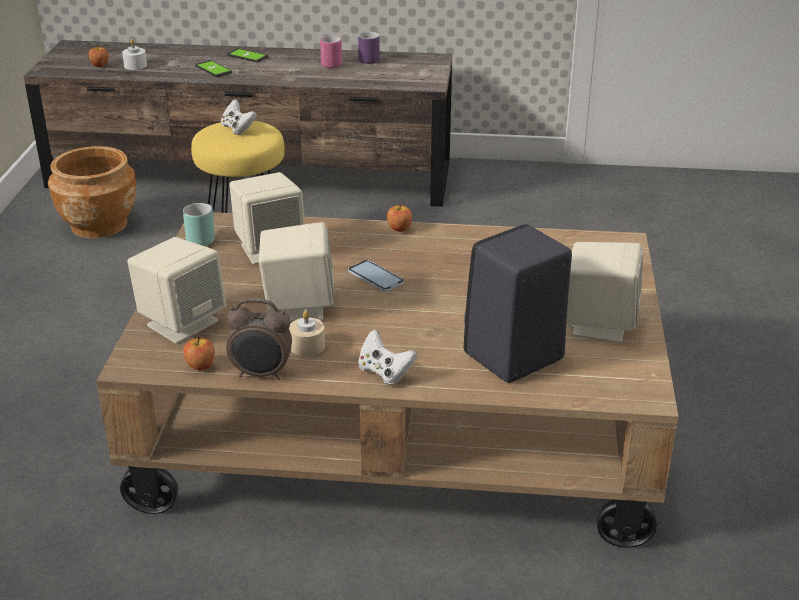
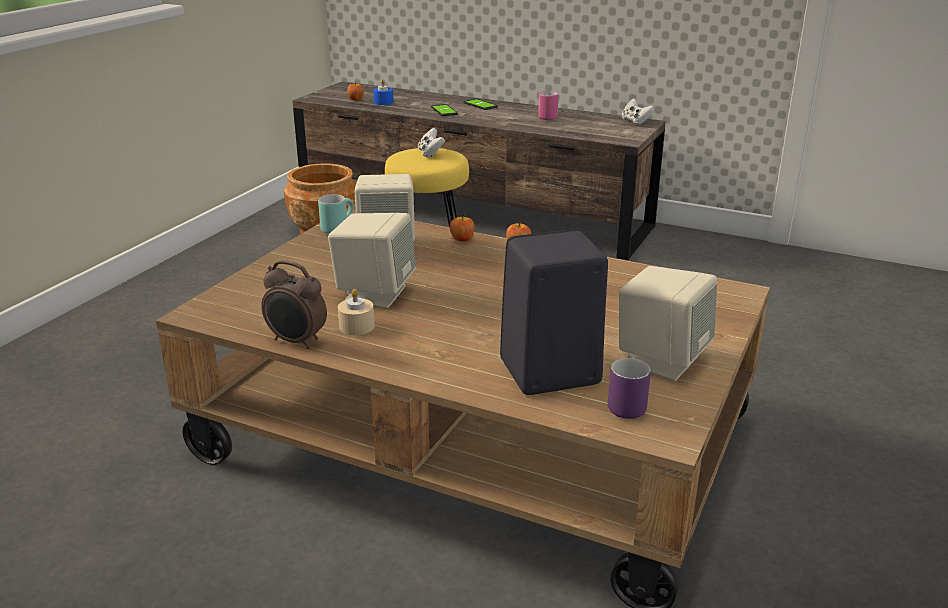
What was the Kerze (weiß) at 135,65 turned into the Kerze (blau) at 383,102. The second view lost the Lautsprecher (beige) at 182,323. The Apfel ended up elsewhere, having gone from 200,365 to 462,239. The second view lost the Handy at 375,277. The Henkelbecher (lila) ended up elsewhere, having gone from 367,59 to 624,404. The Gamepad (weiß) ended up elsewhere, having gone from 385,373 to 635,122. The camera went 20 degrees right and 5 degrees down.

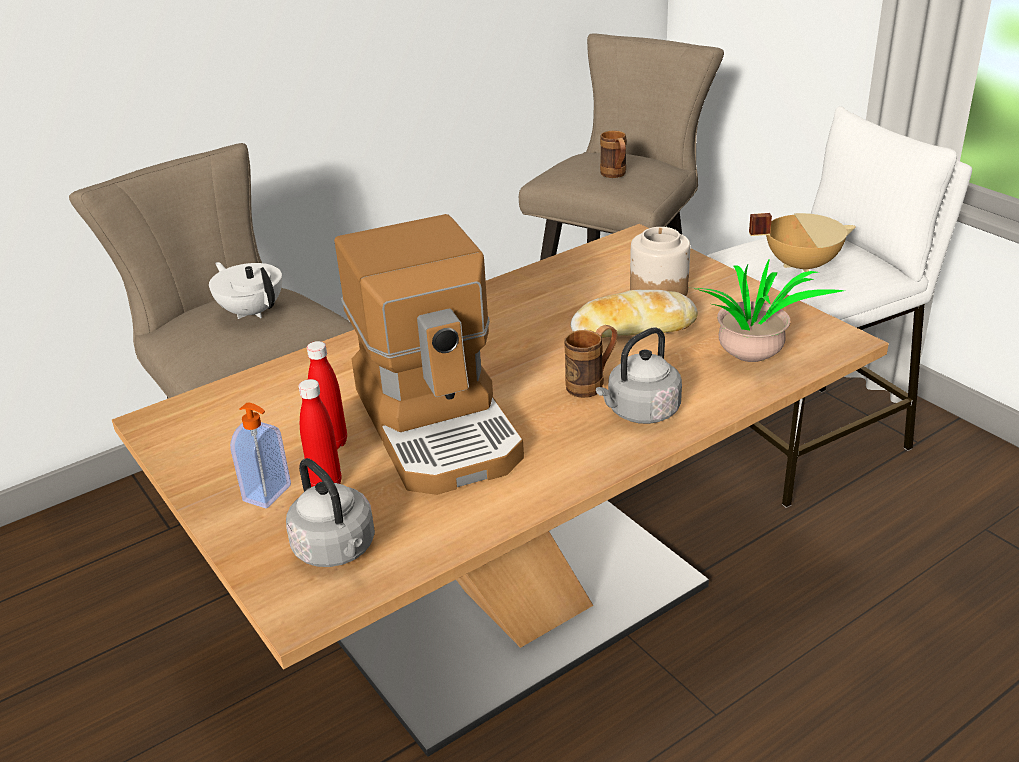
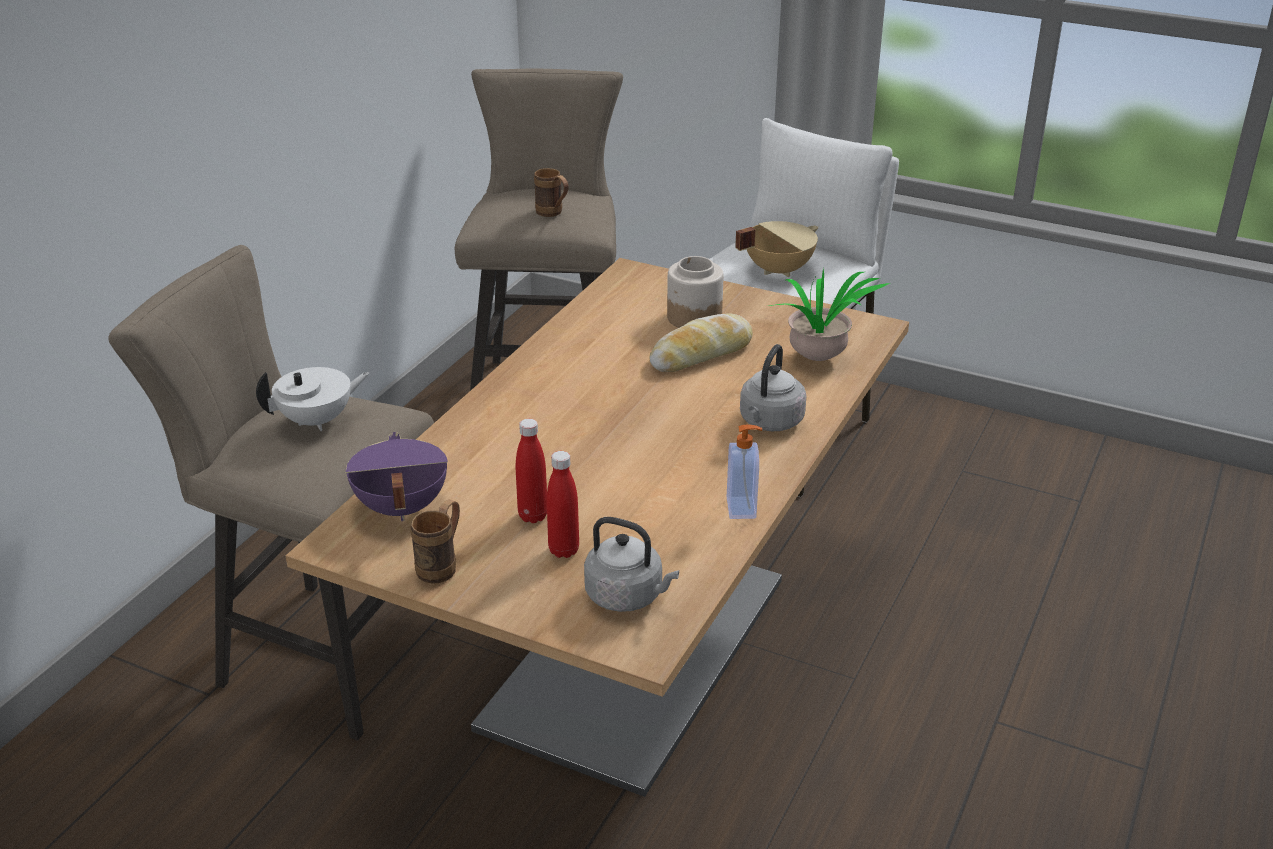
The Teekanne (weiß) at 252,311 ended up facing another way, 135 degrees clockwise from before. The Seifenspender ended up elsewhere, having gone from 268,494 to 742,508. The second view lost the Kaffeemaschine at 440,424. The Henkelbecher (braun) ended up elsewhere, having gone from 592,384 to 442,565. The second view gained the Kochtopf (lila) at 399,508. The camera went 30 degrees left and 0 degrees up.

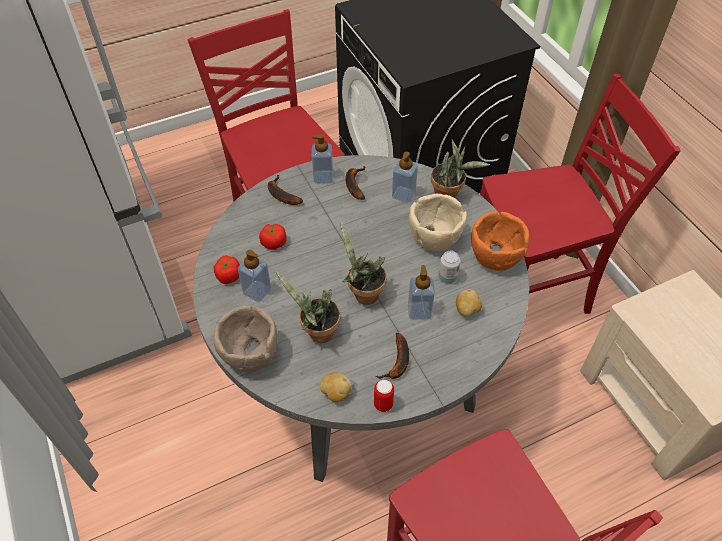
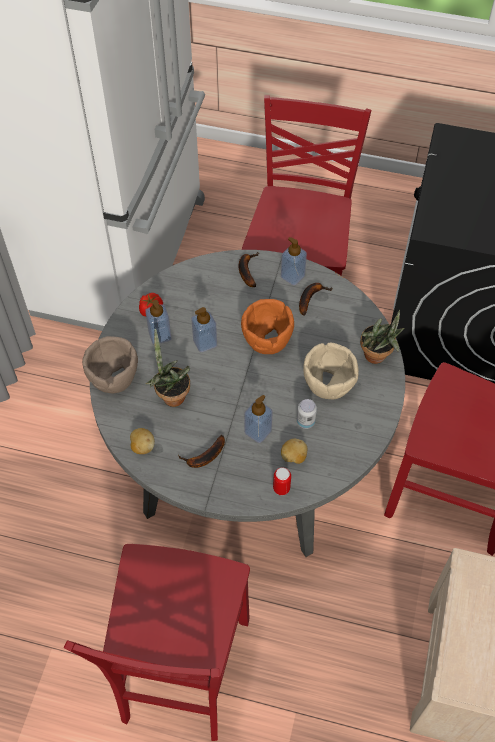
The second view lost the Tomate at 273,243. The second view lost the Topfpflanze at 363,294. The Dose ended up elsewhere, having gone from 383,404 to 281,488. The Seifenspender ended up elsewhere, having gone from 403,194 to 205,343. The Schüssel (orange) ended up elsewhere, having gone from 494,256 to 267,339. The camera went 40 degrees right and 5 degrees up.

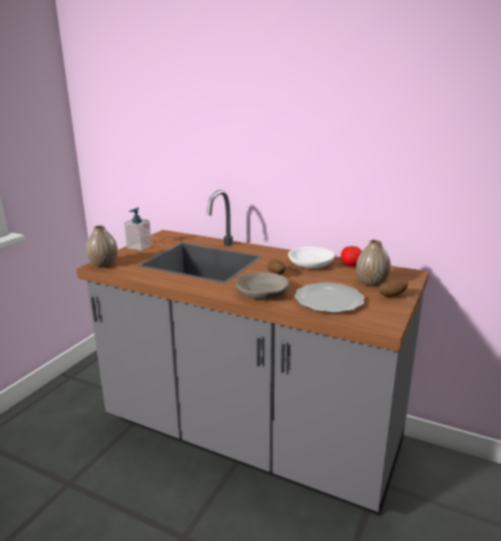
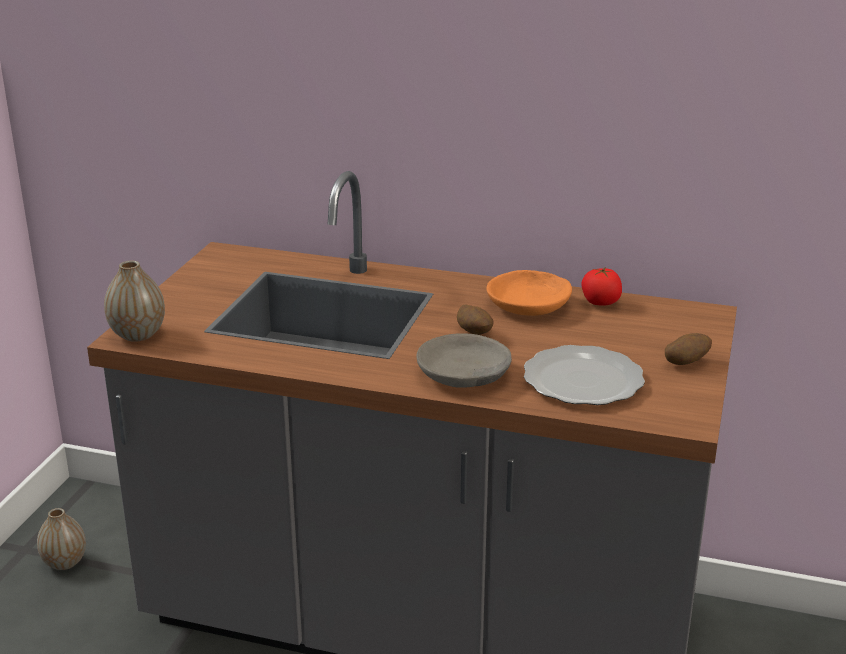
The second view lost the Seifenspender at 139,247. What was the Schüssel (weiß) at 311,264 turned into the Schüssel (orange) at 530,305. The Vase ended up elsewhere, having gone from 371,283 to 65,562. The camera went 10 degrees left and 5 degrees up.

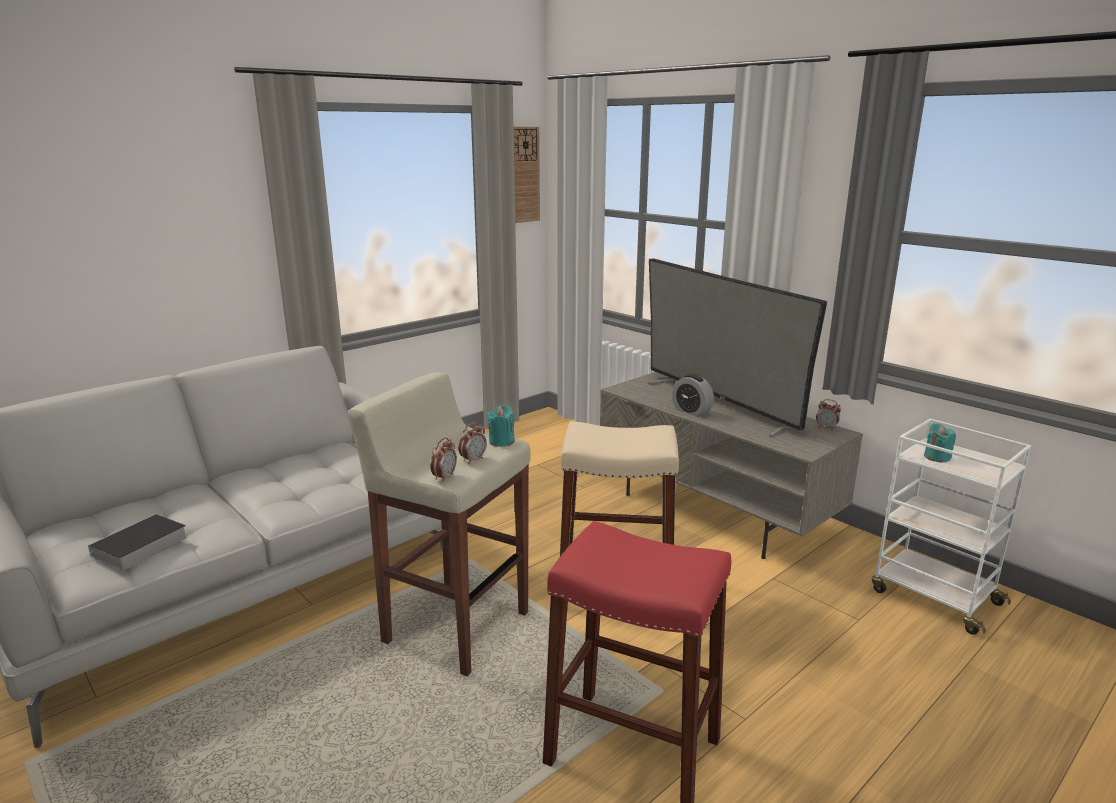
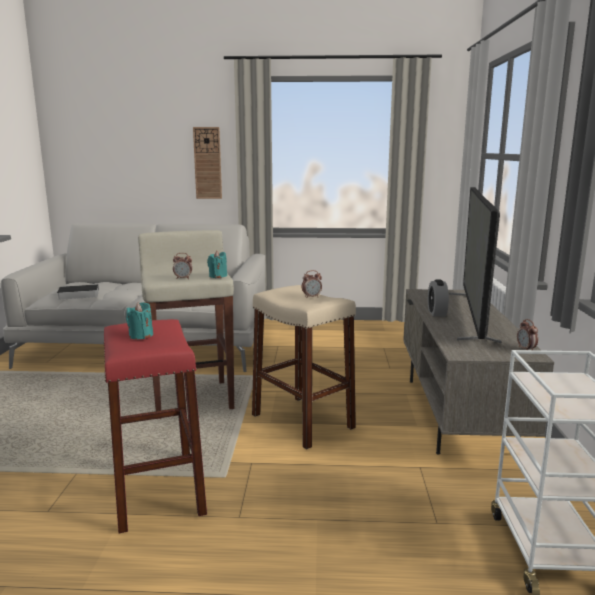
The Wecker ended up elsewhere, having gone from 444,477 to 311,297. The Wanduhr ended up elsewhere, having gone from 525,175 to 207,163. The Kerze (türkis) ended up elsewhere, having gone from 937,457 to 141,335. The camera went 45 degrees right and 5 degrees down.

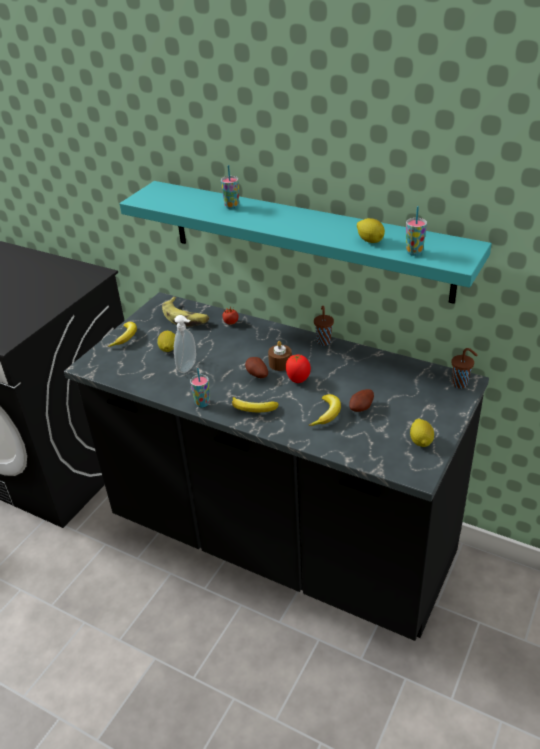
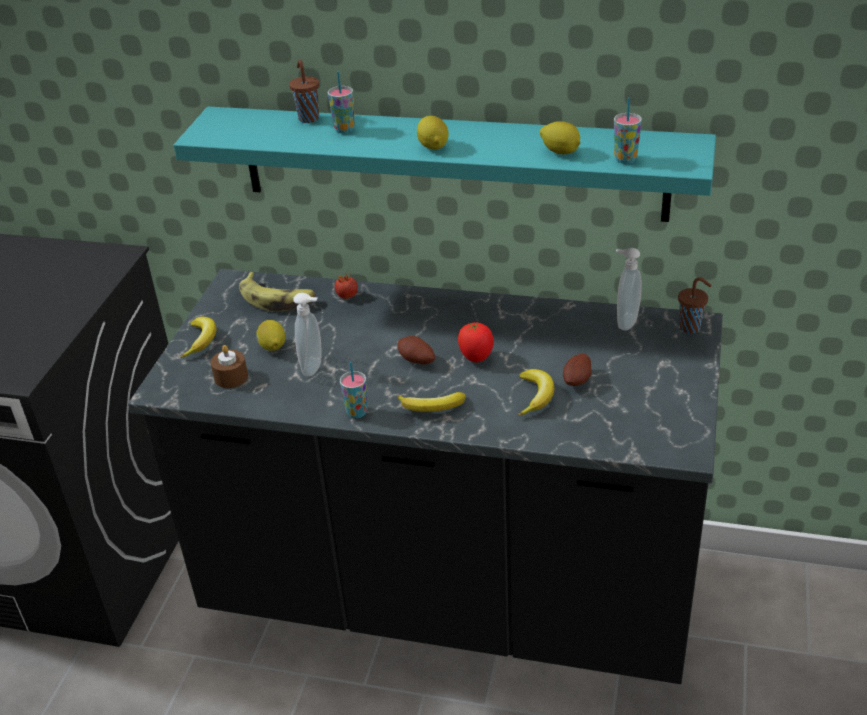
The Kerze (braun) ended up elsewhere, having gone from 280,363 to 231,377. The Tasse (braun) ended up elsewhere, having gone from 323,341 to 308,118. The Zitrone ended up elsewhere, having gone from 421,441 to 433,146. The second view gained the Seifenspender at 625,322. The camera went 15 degrees left and 0 degrees up.

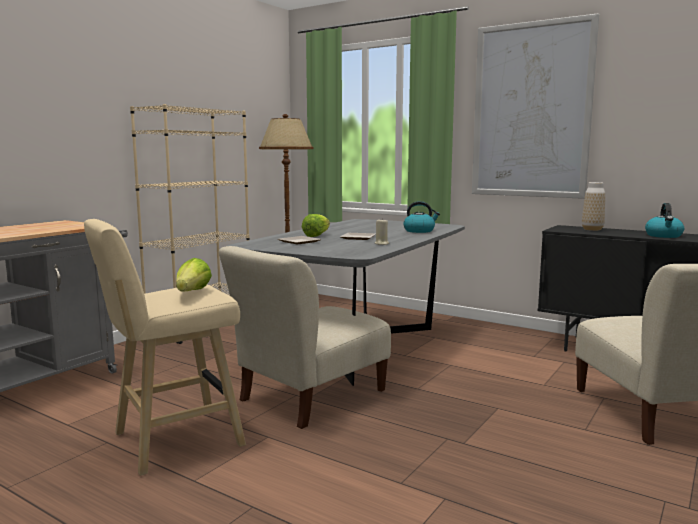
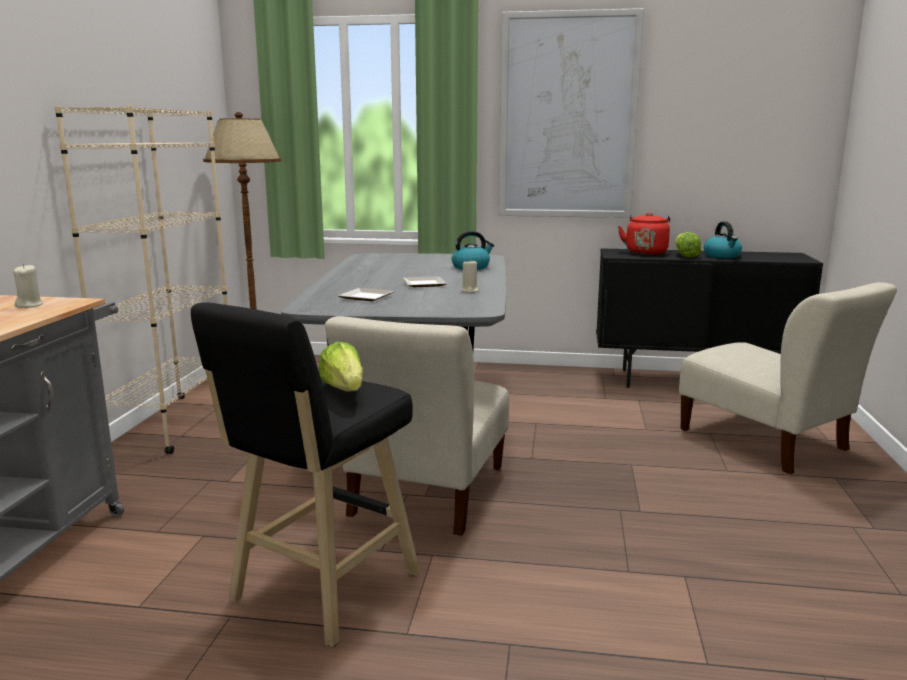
What was the Hocker (beige) at 172,441 turned into the Hocker (schwarz) at 320,591. The Salatkopf ended up elsewhere, having gone from 316,235 to 685,256. Where the Vase stood at 592,229, the Wasserkessel (rot) came to stand at 646,252. The second view gained the Kerze (beige) at 30,305. The camera went 25 degrees left and 5 degrees up.

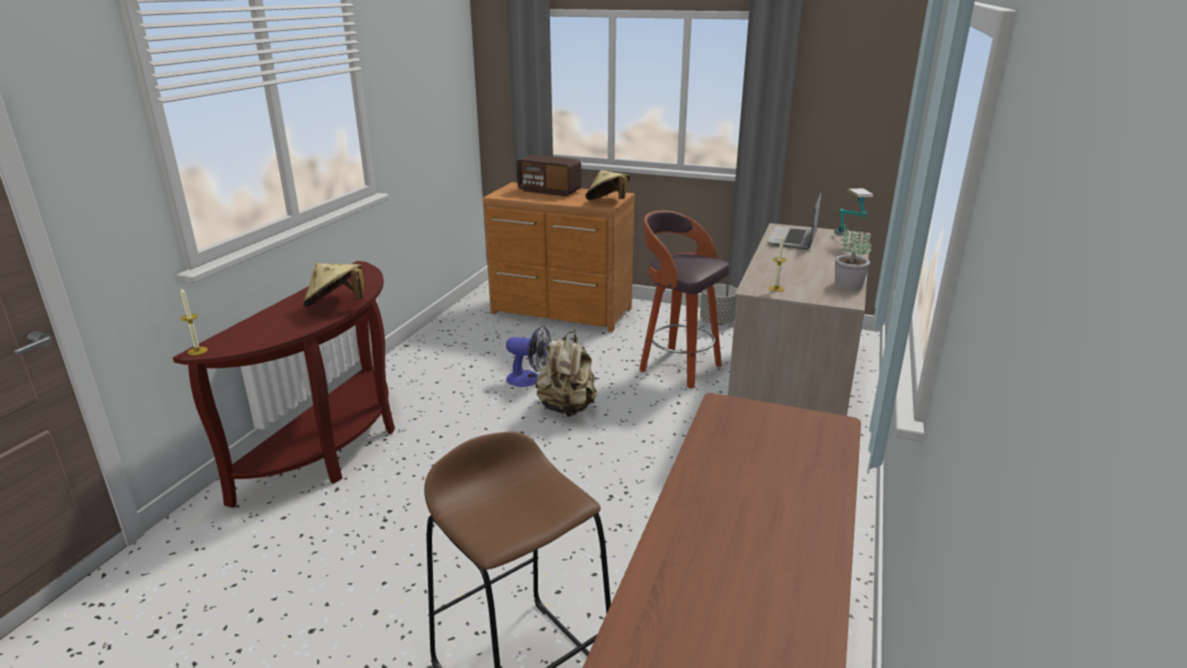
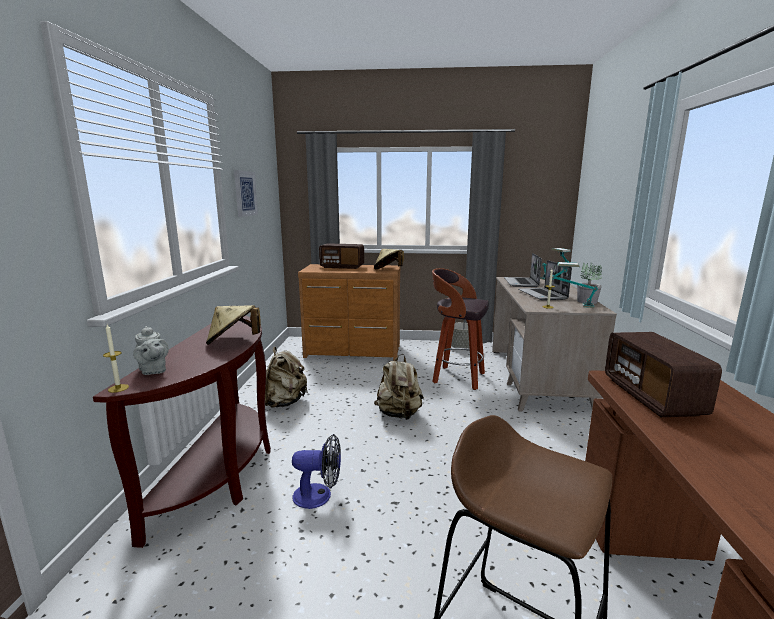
The Ventilator ended up elsewhere, having gone from 529,379 to 319,496. The second view gained the Teekanne (grau) at 153,371. The second view gained the Bild at 245,193. The second view gained the Rucksack (beige) at 285,402. The second view gained the Laptop at 543,295. The second view gained the Tischlampe at 571,305. The second view gained the Radio at 652,396. The camera went 15 degrees left and 10 degrees down.

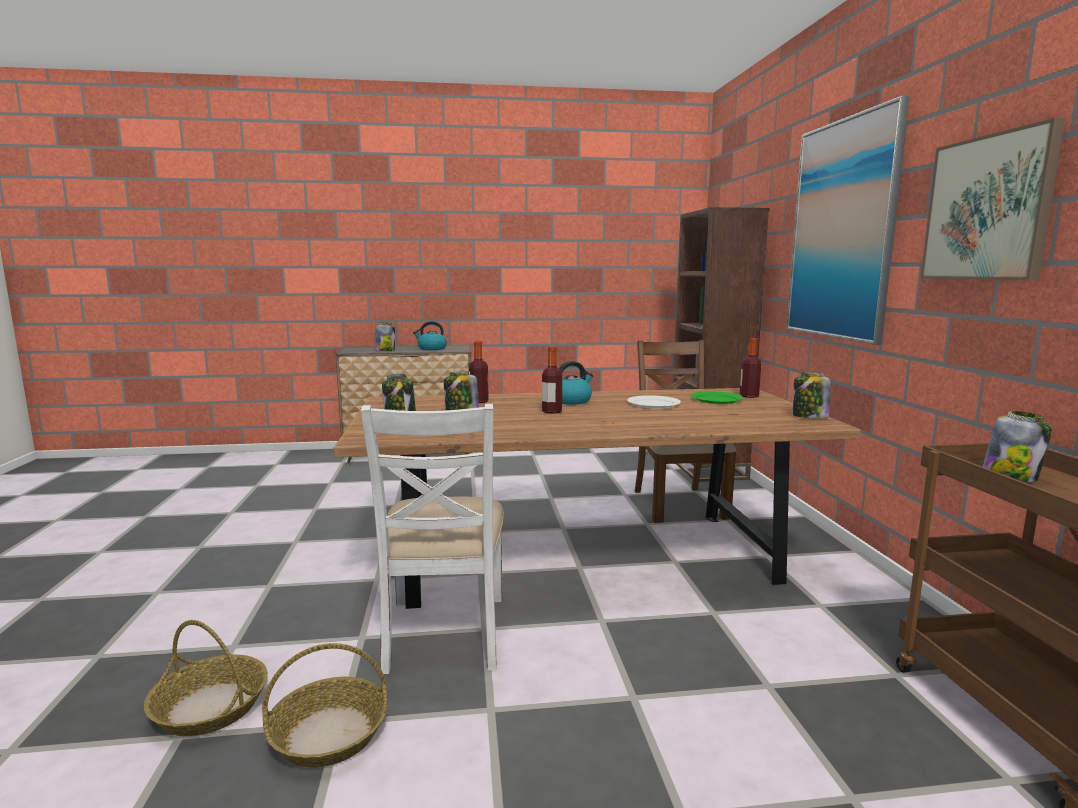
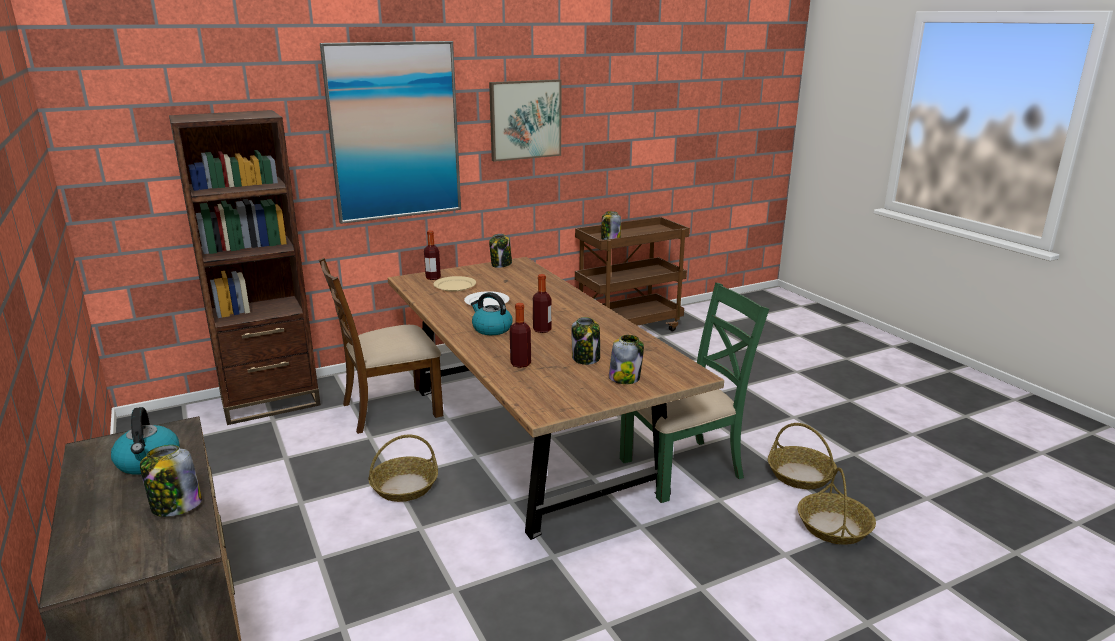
What was the Stuhl (weiß) at 444,632 turned into the Stuhl (grün) at 683,468. What was the Teller (grün) at 716,400 turned into the Teller (beige) at 455,286. The second view gained the Korb at 405,486. The camera went 110 degrees left and 10 degrees up.

